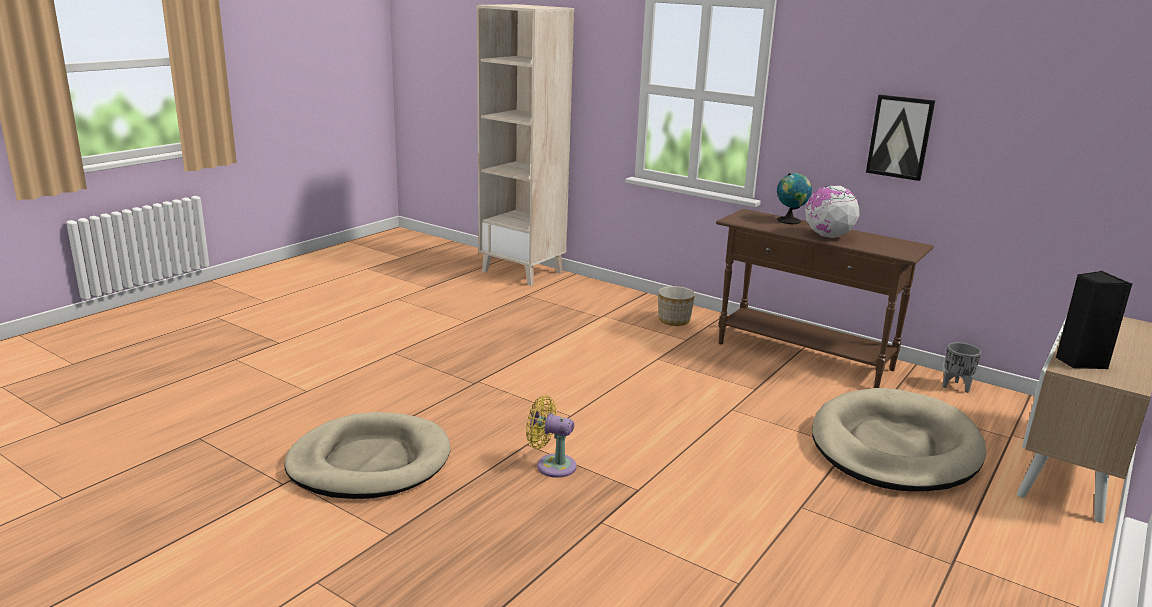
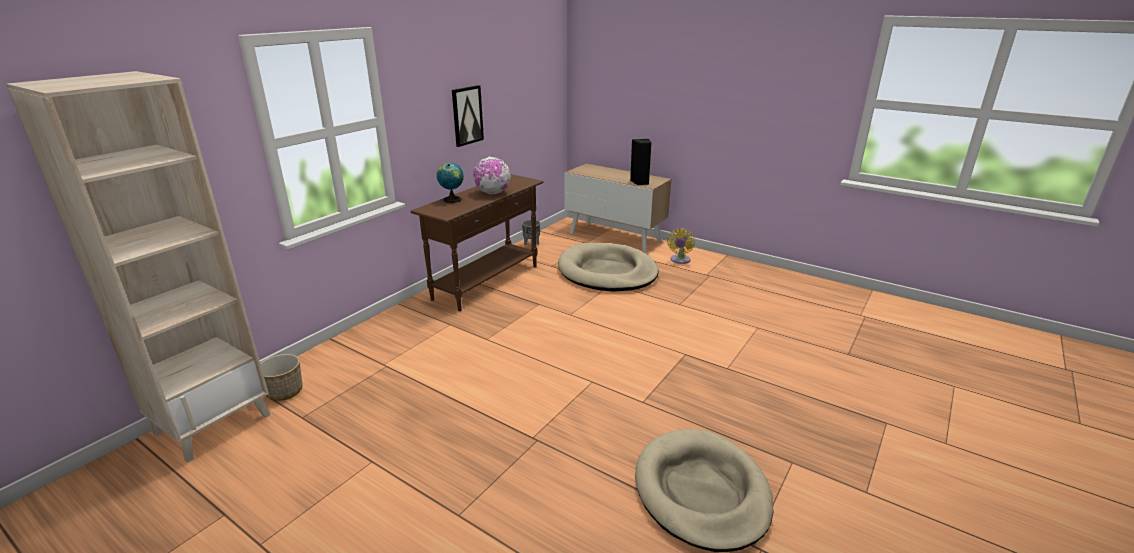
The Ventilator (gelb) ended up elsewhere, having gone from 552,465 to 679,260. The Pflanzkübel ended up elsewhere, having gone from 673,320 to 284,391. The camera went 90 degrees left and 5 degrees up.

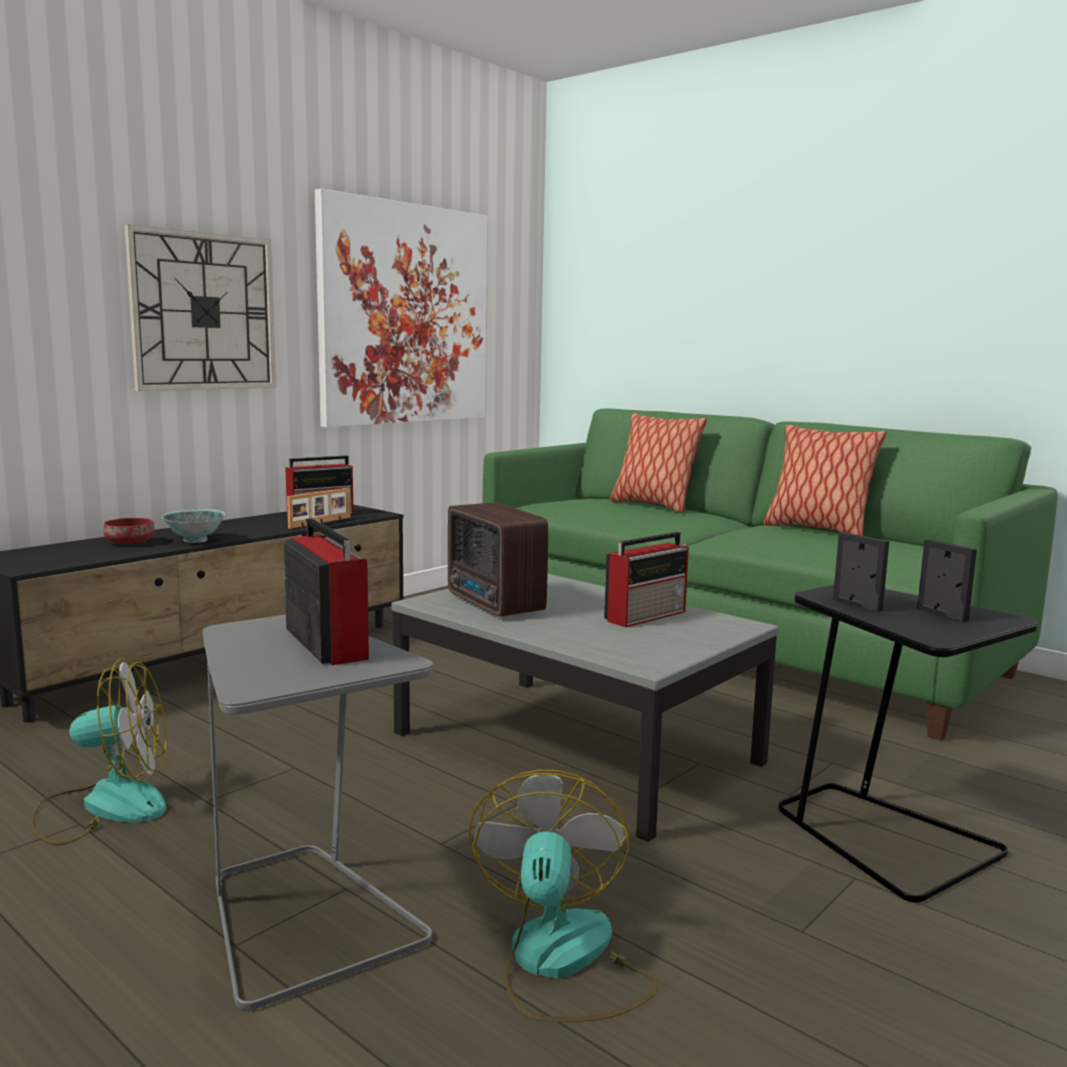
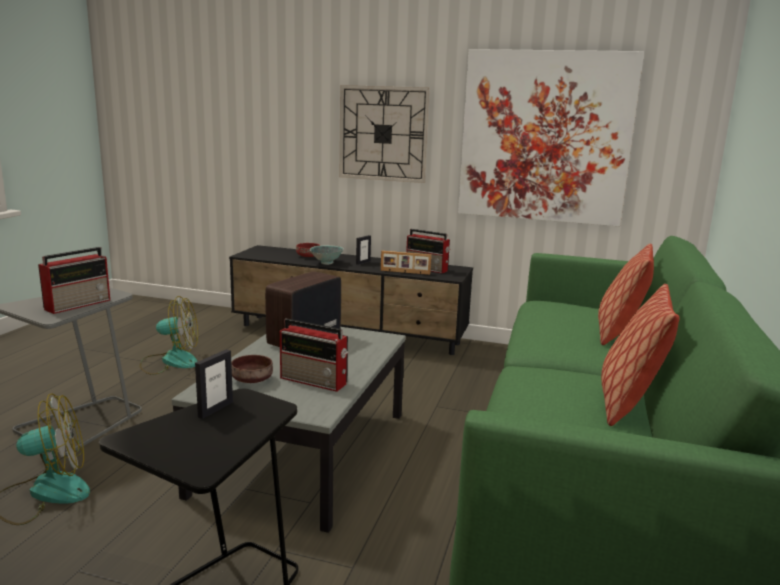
The Ventilator at 104,806 ended up facing another way, 60 degrees counterclockwise from before. The Bilderrahmen ended up elsewhere, having gone from 941,614 to 363,262. The second view gained the Schüssel (braun) at 253,379. The camera went 65 degrees right and 5 degrees up.

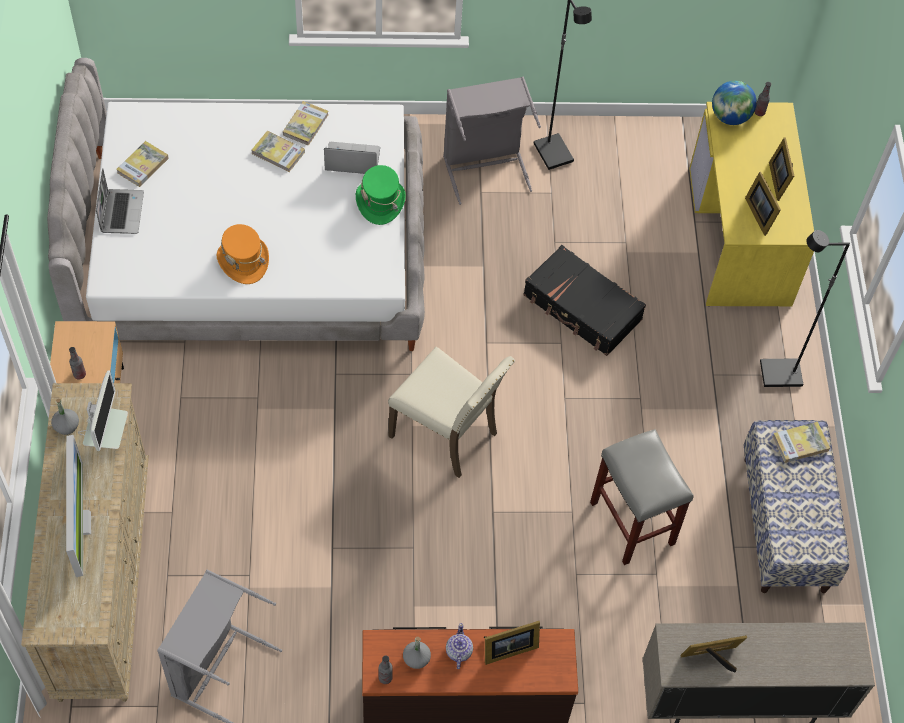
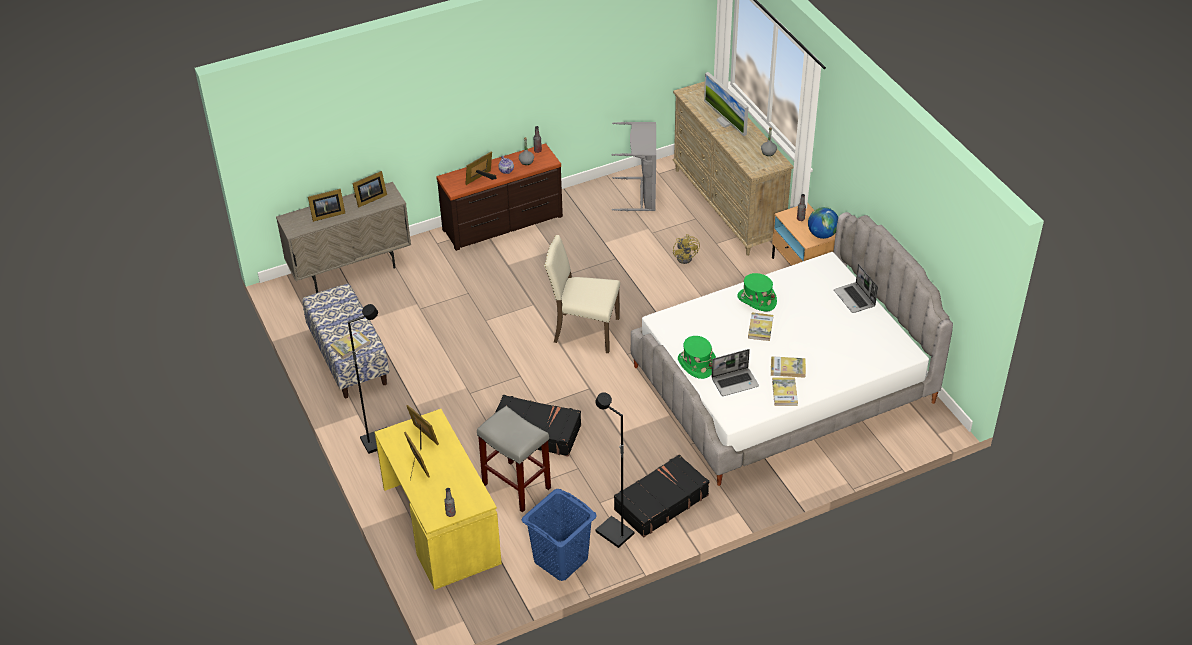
The second view lost the Monitor at 107,438. The Buch ended up elsewhere, having gone from 142,165 to 760,328. What was the Hut (orange) at 243,261 turned into the Hut (grün) at 756,300. Where the Wäschekorb (grau) stood at 485,166, the Koffer (schwarz) came to stand at 660,502. The Hocker (grau) ended up elsewhere, having gone from 631,522 to 517,486. The Globus ended up elsewhere, having gone from 730,117 to 822,234. The second view gained the Bilderrahmen at 326,215. The second view gained the Wäschekorb (blau) at 560,560. The second view gained the Ventilator (gelb) at 686,257. The camera went 160 degrees right and 15 degrees down.

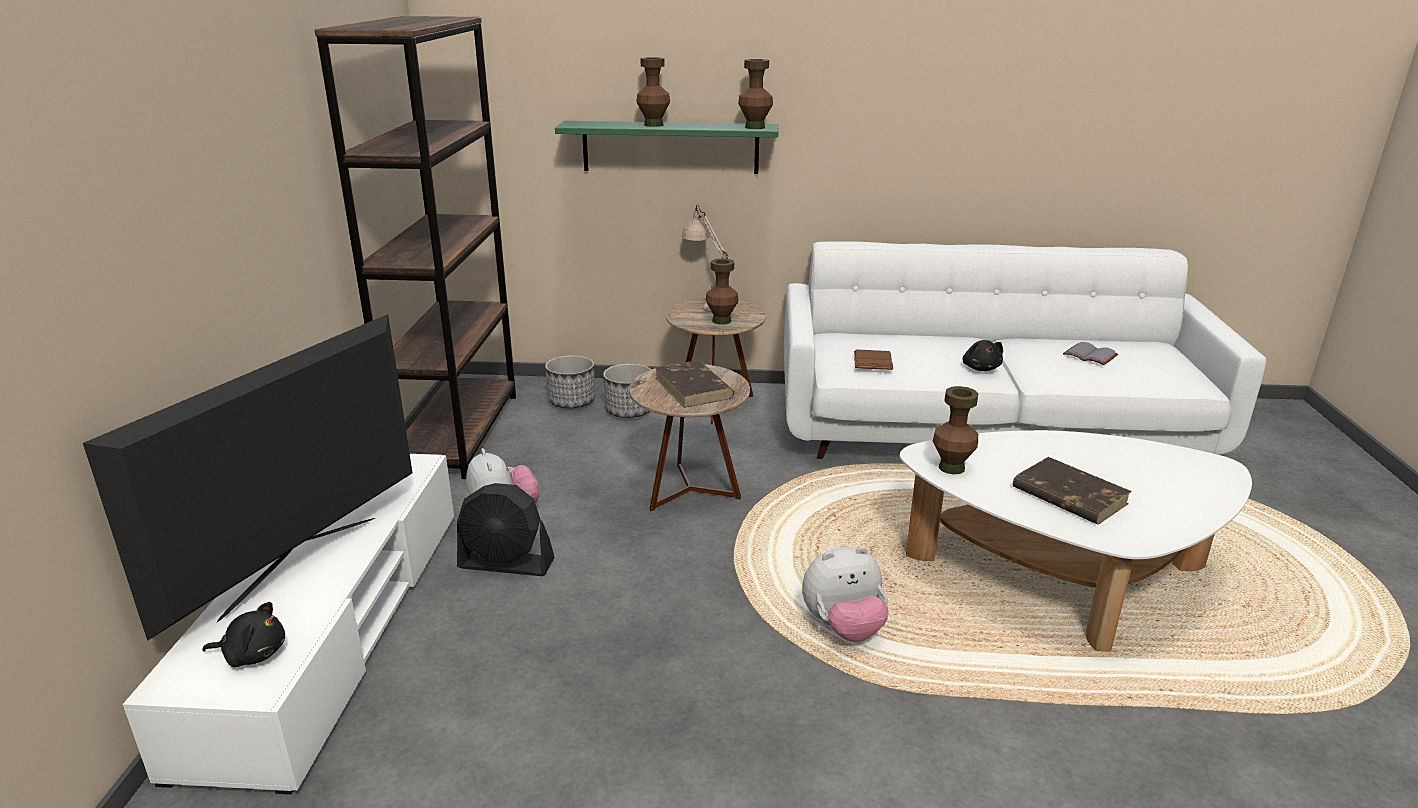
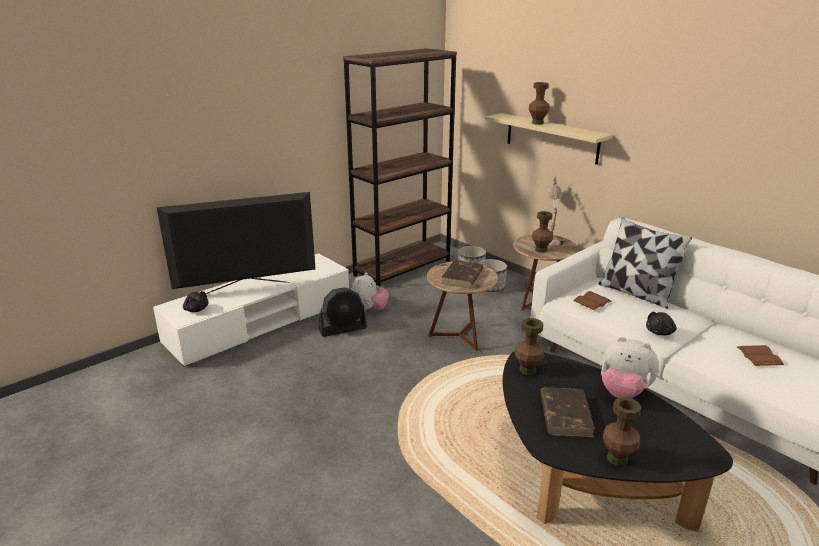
The Ventilator (schwarz) at 506,563 ended up facing another way, 75 degrees counterclockwise from before. What was the Wandregal (grün) at 670,147 turned into the Wandregal (beige) at 551,138. The Vase (braun) ended up elsewhere, having gone from 755,127 to 617,458. The Plüschtier ended up elsewhere, having gone from 843,628 to 623,392. What was the Couchtisch (weiß) at 1062,580 turned into the Couchtisch (schwarz) at 583,479. What was the Buch (grau) at 1091,355 turned into the Buch (braun) at 760,357. The second view gained the Kissen at 636,293. The camera went 45 degrees right and 0 degrees up.

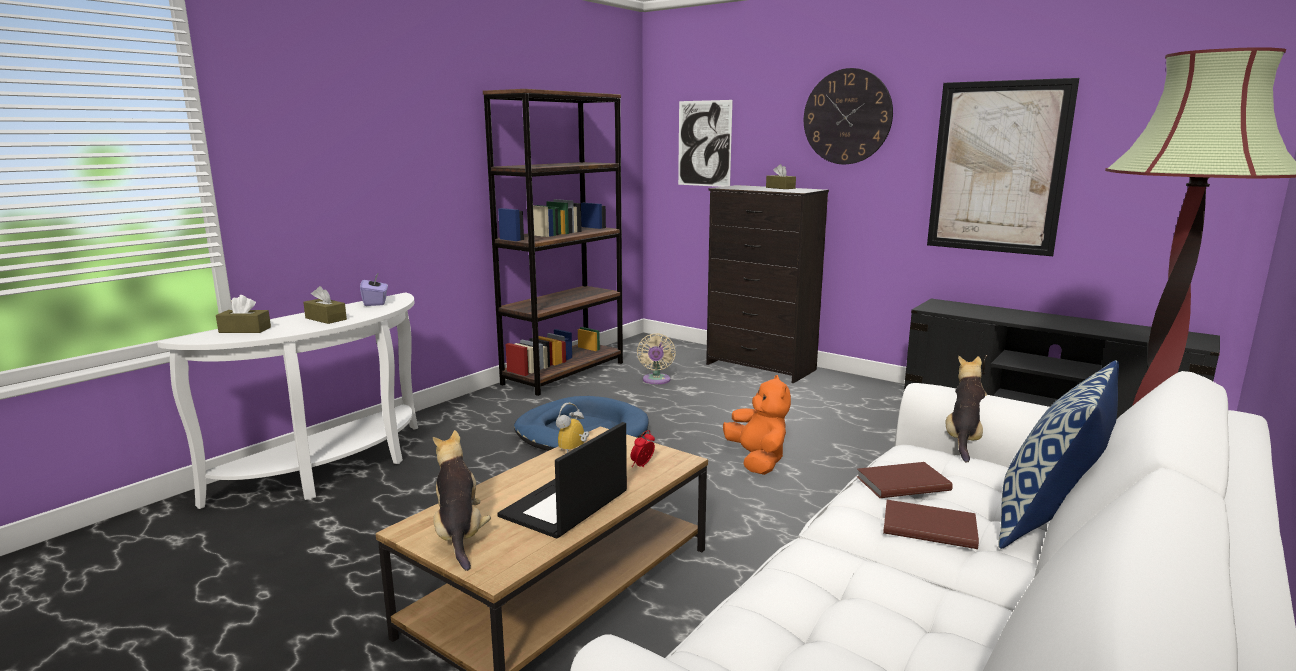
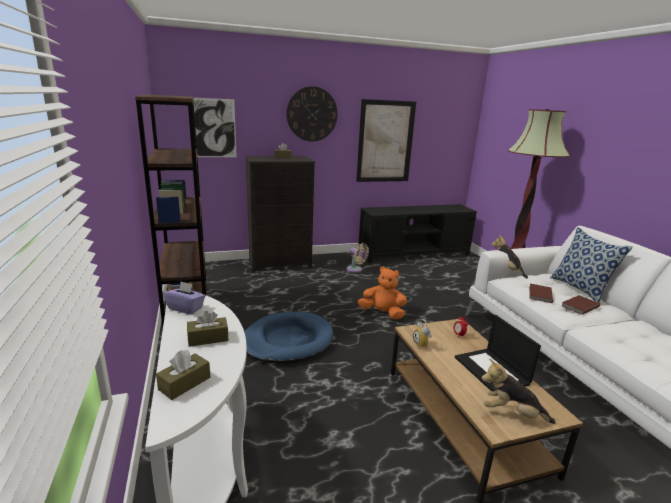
The Ventilator (beige) ended up elsewhere, having gone from 656,381 to 356,270. The camera went 55 degrees left and 5 degrees up.

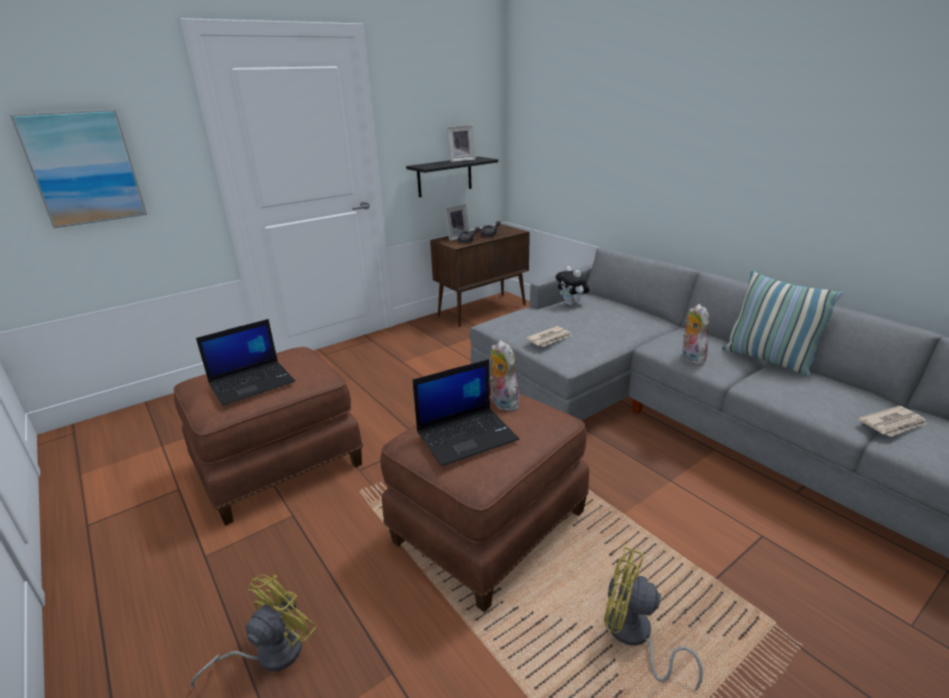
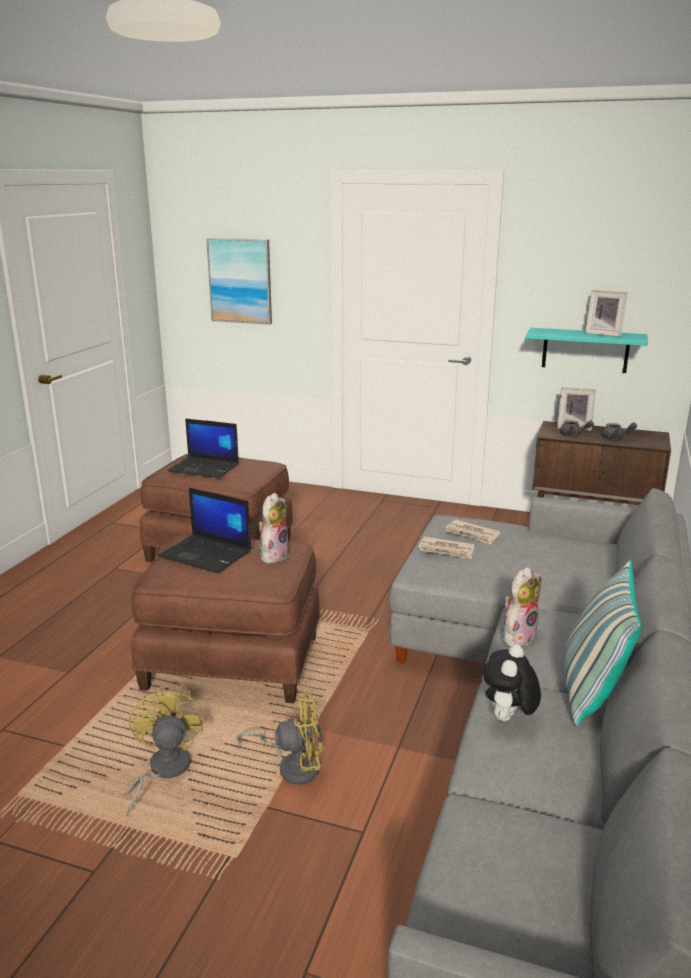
The Ventilator (gelb) ended up elsewhere, having gone from 269,653 to 293,766. What was the Wandregal (schwarz) at 444,177 turned into the Wandregal (türkis) at 585,350. The Plüschtier ended up elsewhere, having gone from 571,304 to 508,719. The Zeitung ended up elsewhere, having gone from 893,424 to 472,534. The camera went 55 degrees right and 5 degrees down.

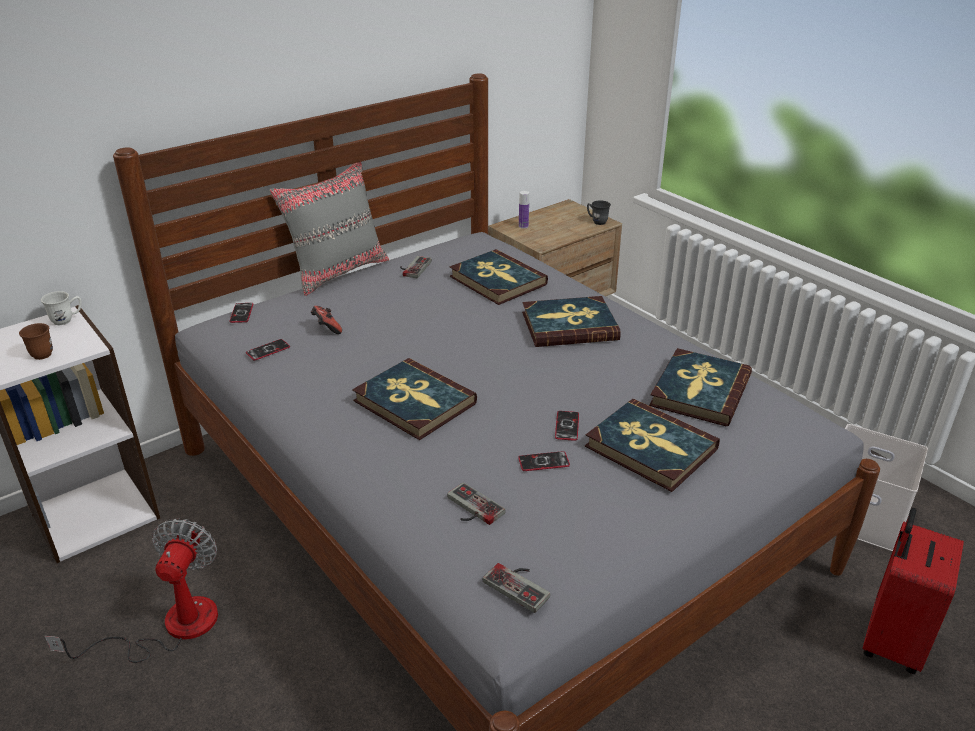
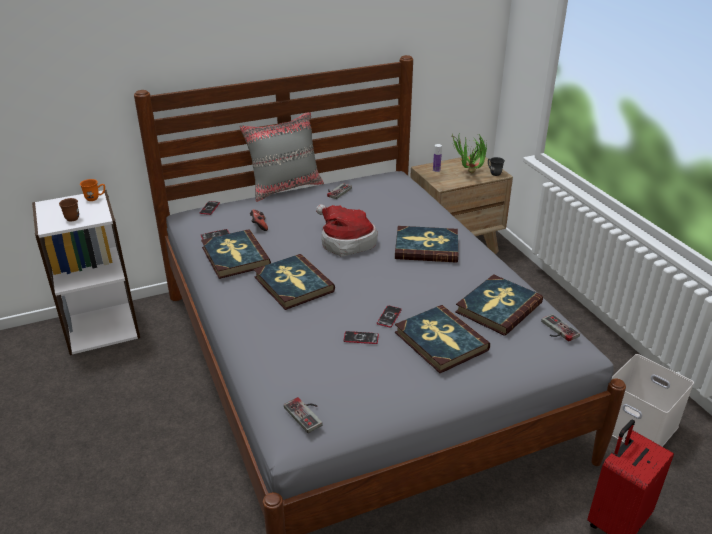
What was the Henkelbecher (weiß) at 67,320 turned into the Henkelbecher (orange) at 95,198. The second view lost the Ventilator at 171,627. The Gamepad ended up elsewhere, having gone from 471,508 to 556,330. The Buch ended up elsewhere, having gone from 497,281 to 235,257. The second view gained the Hut at 345,242. The second view gained the Topfpflanze at 468,174. The camera went 15 degrees right and 0 degrees up.

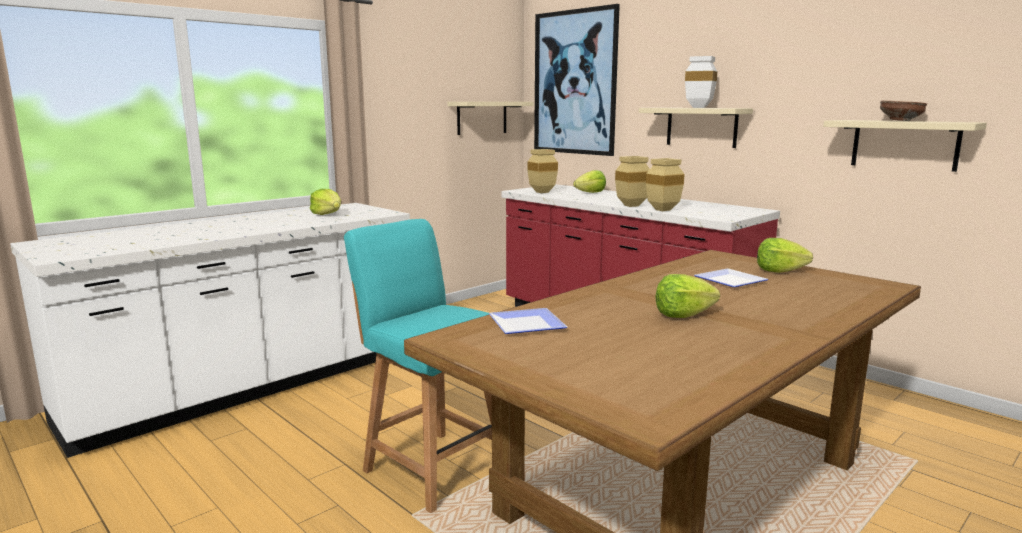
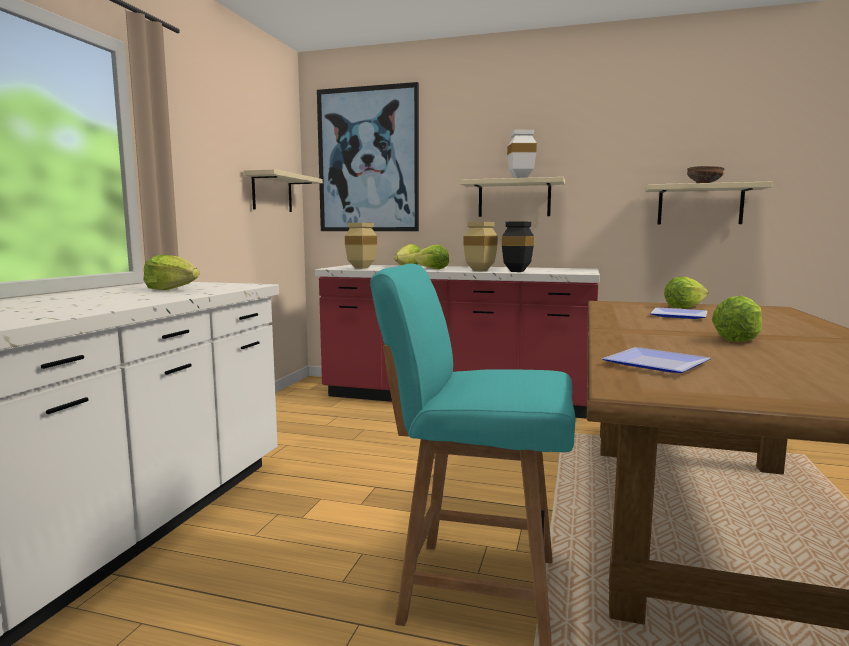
What was the Vase (beige) at 663,210 turned into the Vase (schwarz) at 516,271. The second view gained the Salatkopf at 432,269. The camera went 30 degrees left and 5 degrees down.

